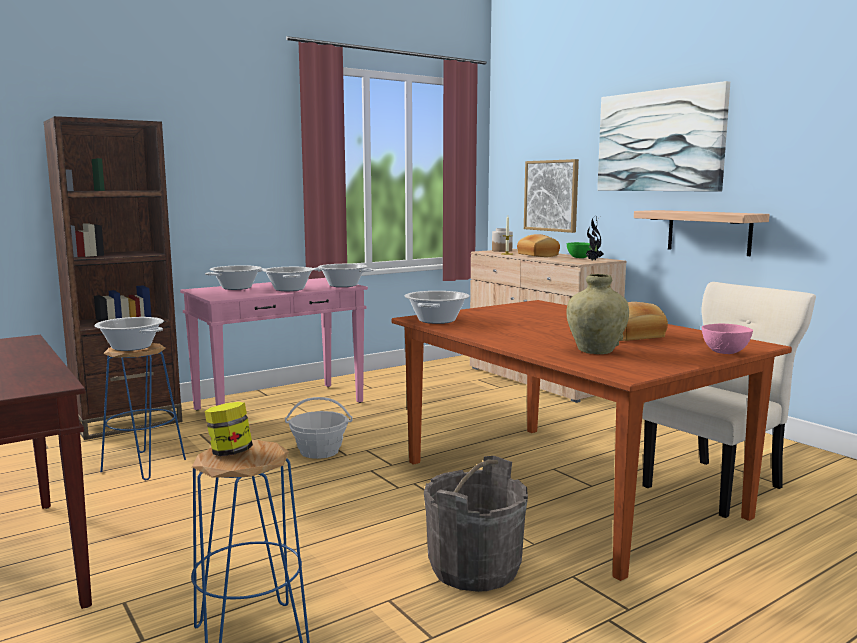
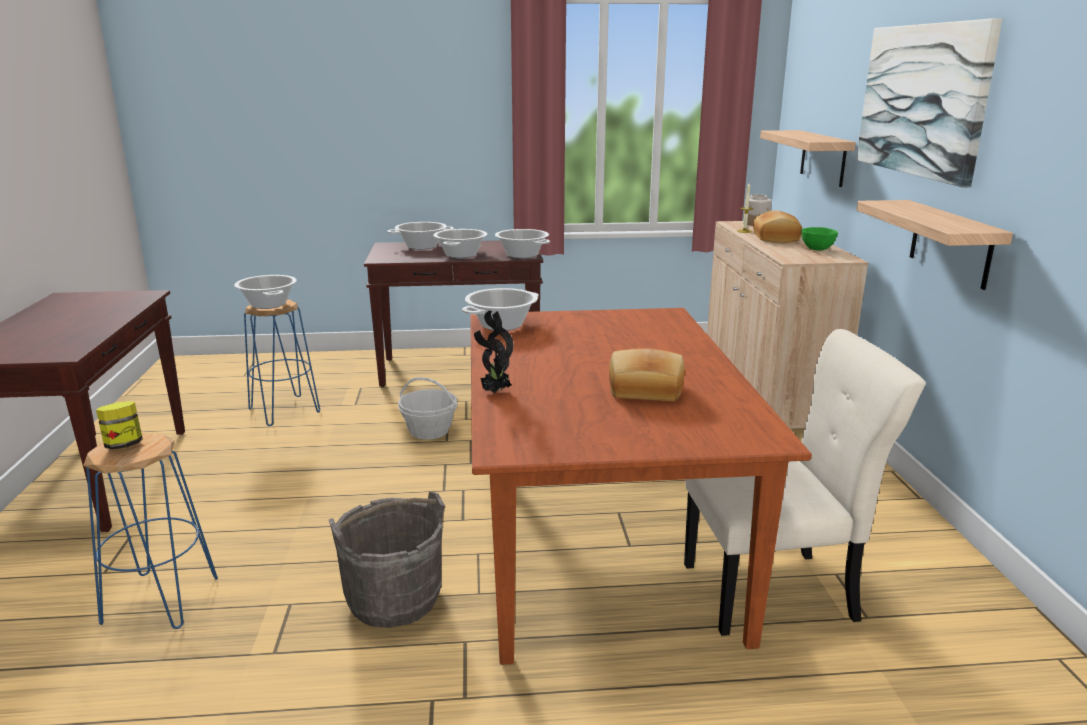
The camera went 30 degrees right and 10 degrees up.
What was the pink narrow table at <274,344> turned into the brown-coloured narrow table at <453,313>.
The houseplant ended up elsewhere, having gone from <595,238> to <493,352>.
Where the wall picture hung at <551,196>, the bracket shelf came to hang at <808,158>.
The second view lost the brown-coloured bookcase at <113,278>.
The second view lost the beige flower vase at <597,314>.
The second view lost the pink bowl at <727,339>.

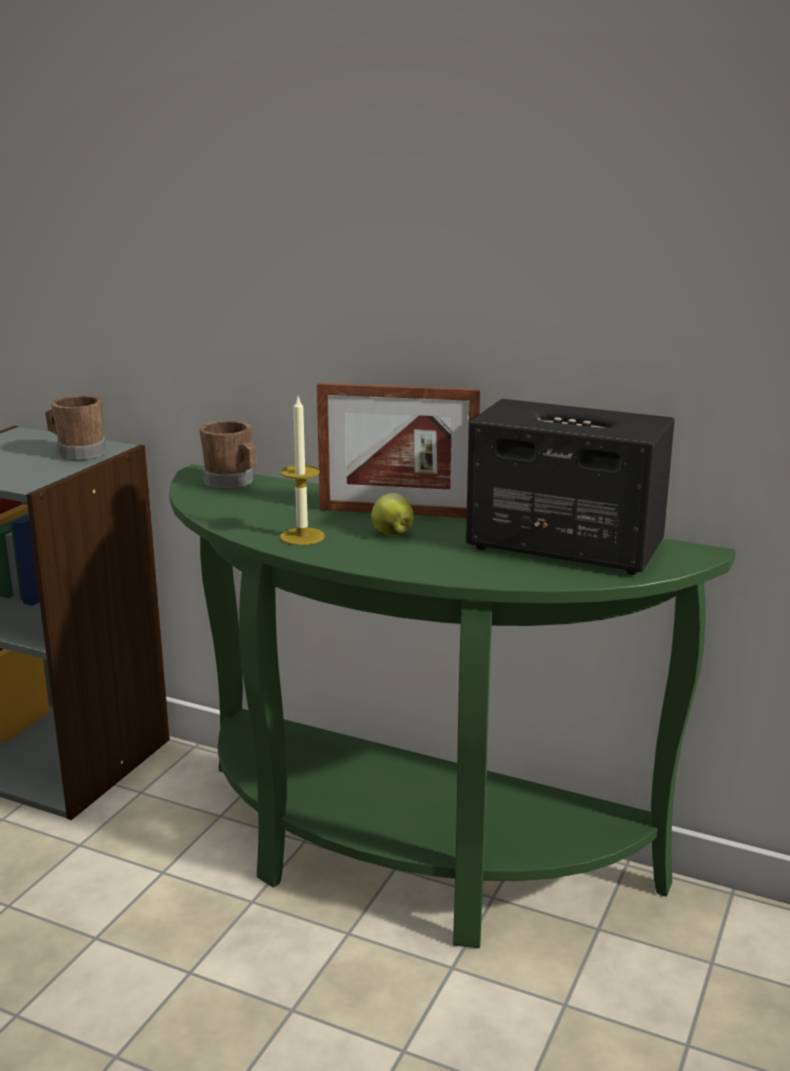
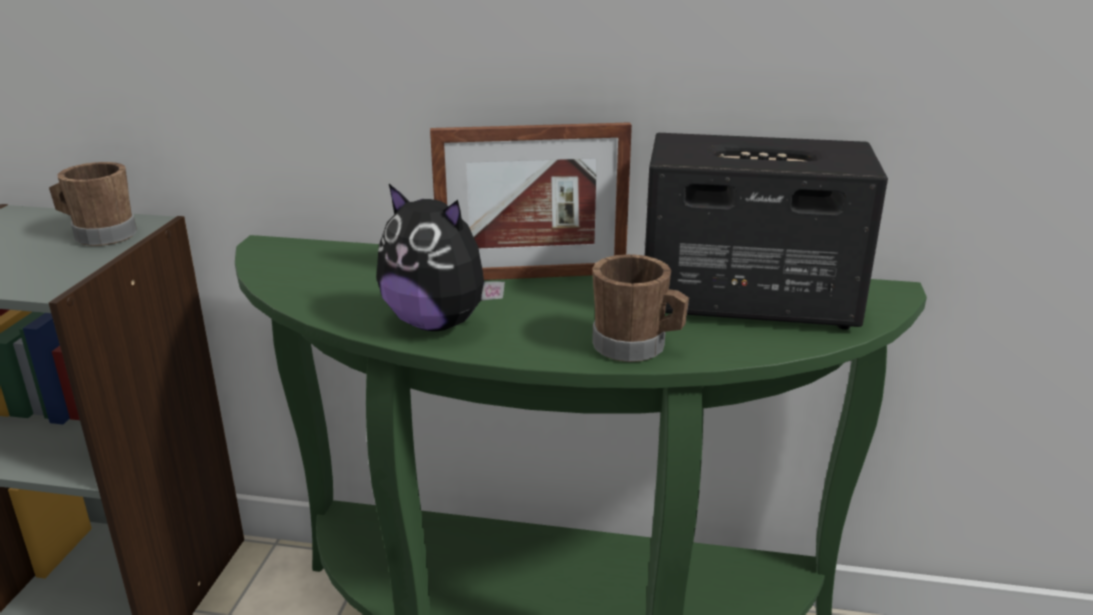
The camera went 15 degrees left and 5 degrees up.
Where the wax candle stood at <302,471>, the plush toy came to stand at <441,257>.
The brown-coloured coffee mug ended up elsewhere, having gone from <228,455> to <640,308>.
The second view lost the apple fruit at <392,514>.

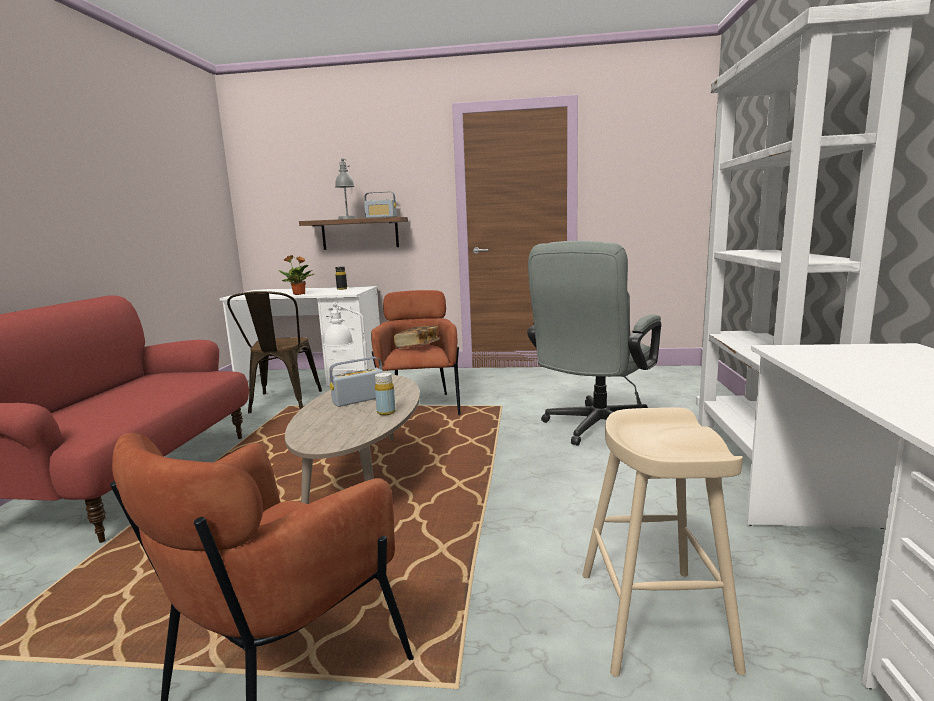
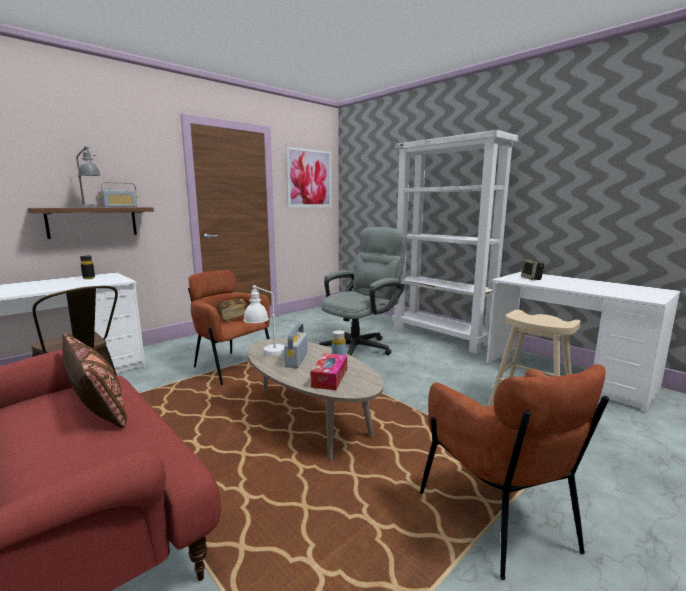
The camera went 50 degrees left and 0 degrees up.
The second view gained the brown-coloured cushion at <94,380>.
The second view gained the wall picture at <309,177>.
The second view gained the box of tissues at <328,371>.
The gray office chair at <594,343> ended up facing another way, 120 degrees counterclockwise from before.
The second view gained the speaker at <532,269>.
The second view lost the houseplant at <296,275>.

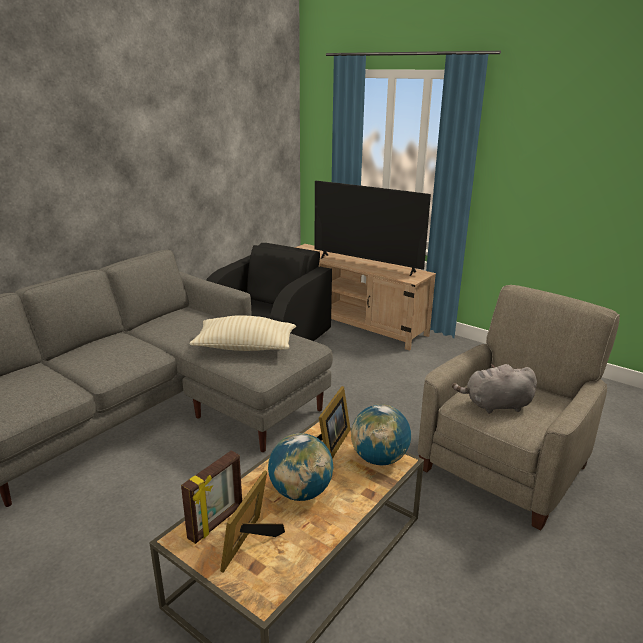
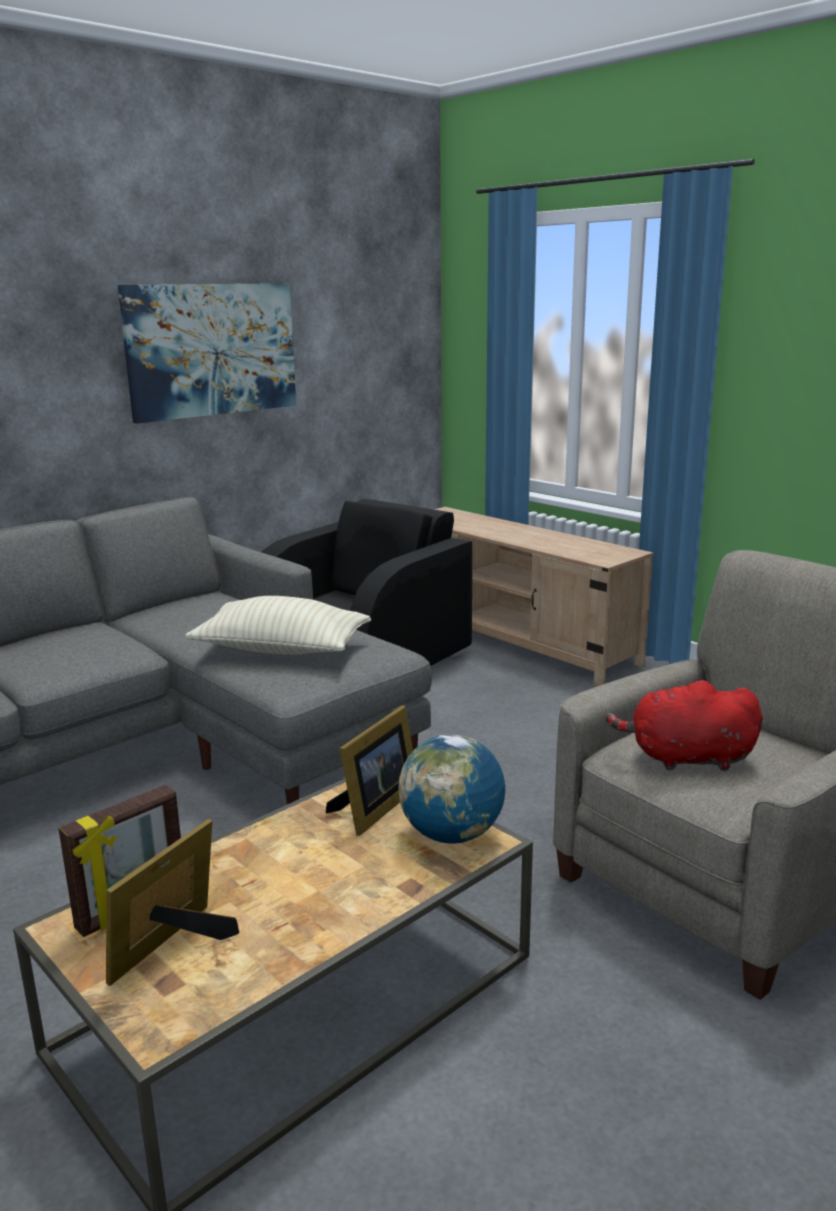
The camera went 10 degrees right and 5 degrees down.
The second view gained the wall picture at <207,353>.
What was the gray plush toy at <494,389> turned into the reddish plush toy at <684,725>.
The second view lost the globe at <300,467>.
The second view lost the TV set at <372,228>.

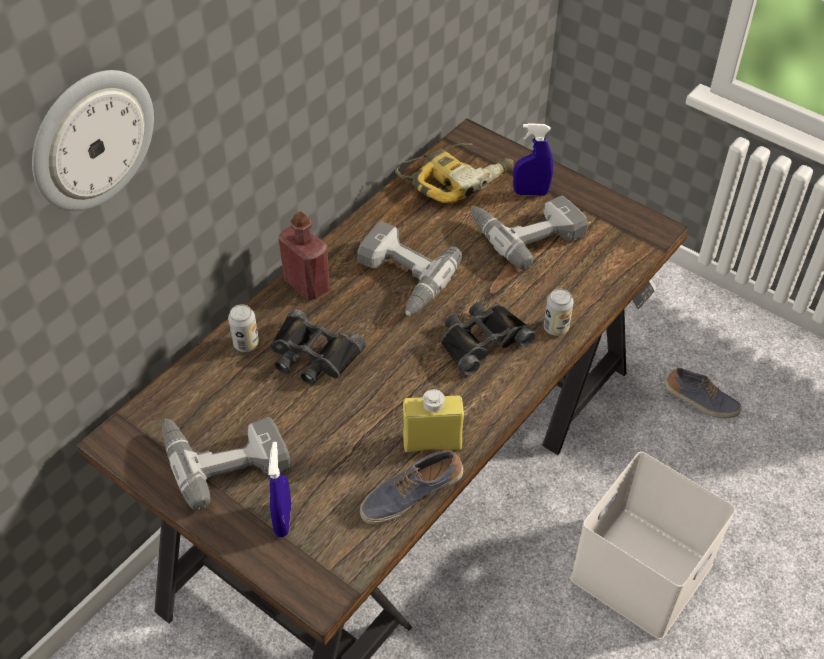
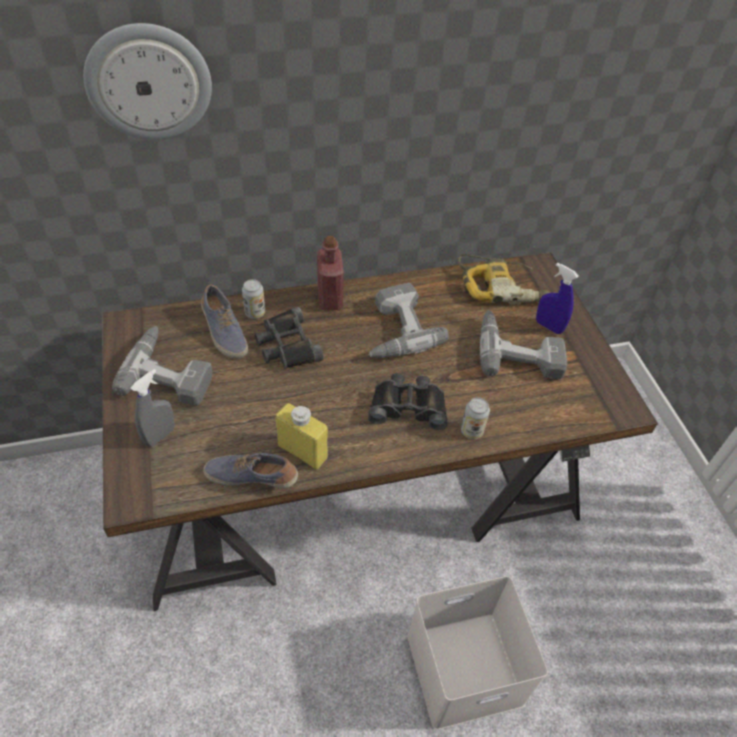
The camera went 35 degrees right and 0 degrees up.
What was the blue-coloured hand sprayer at <279,489> turned into the gray hand sprayer at <152,408>.
The low shoe ended up elsewhere, having gone from <703,393> to <224,321>.

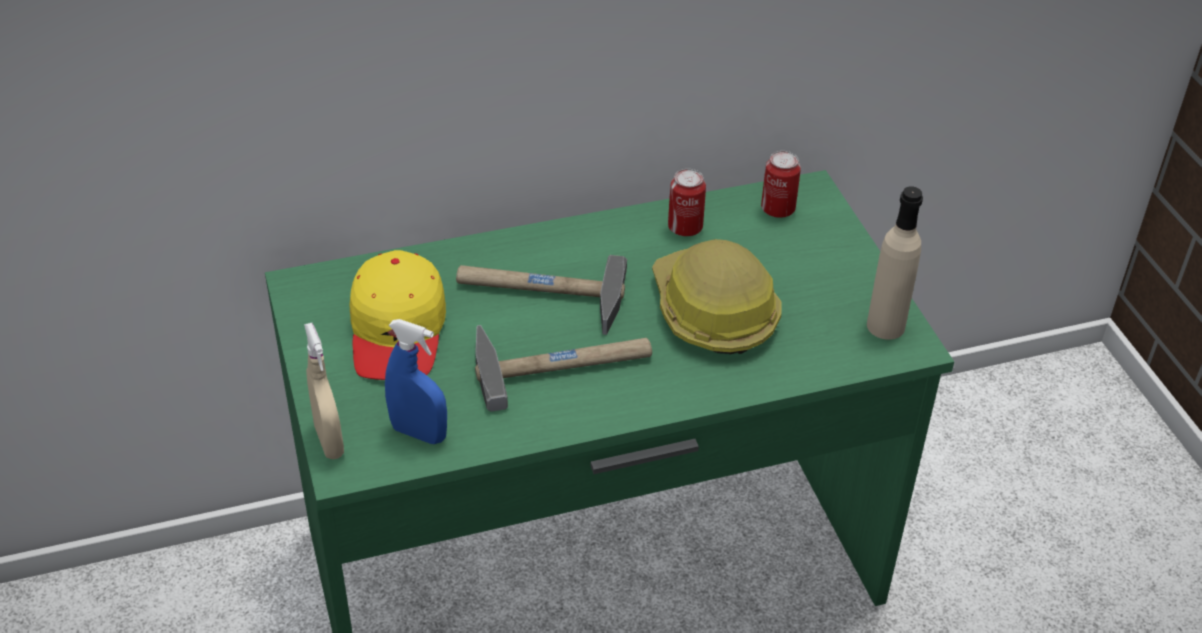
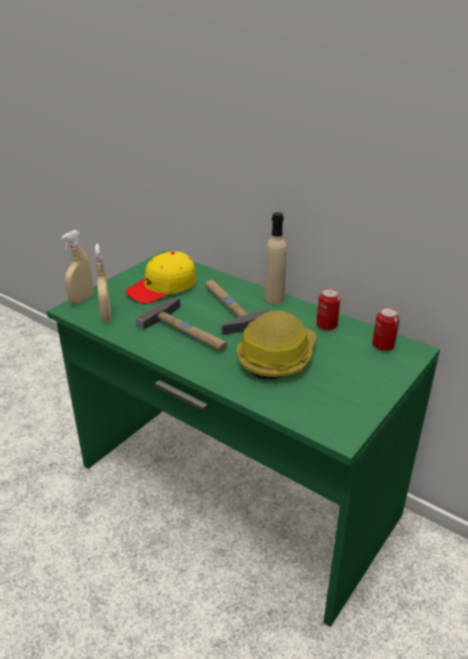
The camera went 55 degrees right and 10 degrees down.
What was the blue-coloured hand sprayer at <416,381> turned into the beige hand sprayer at <103,283>.
The beige beverage bottle ended up elsewhere, having gone from <895,263> to <275,258>.

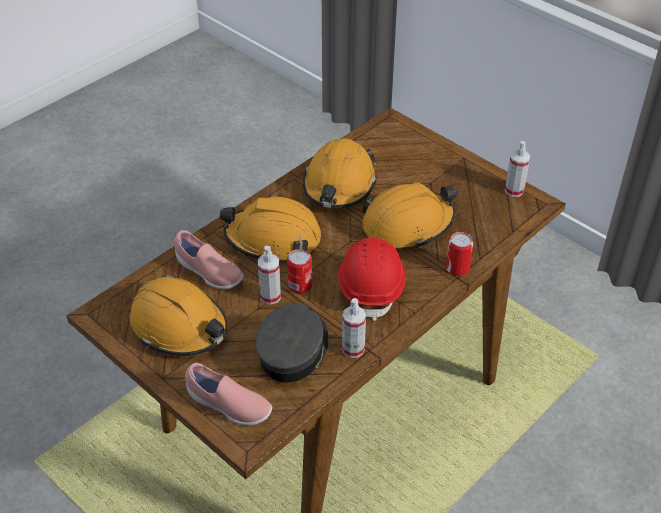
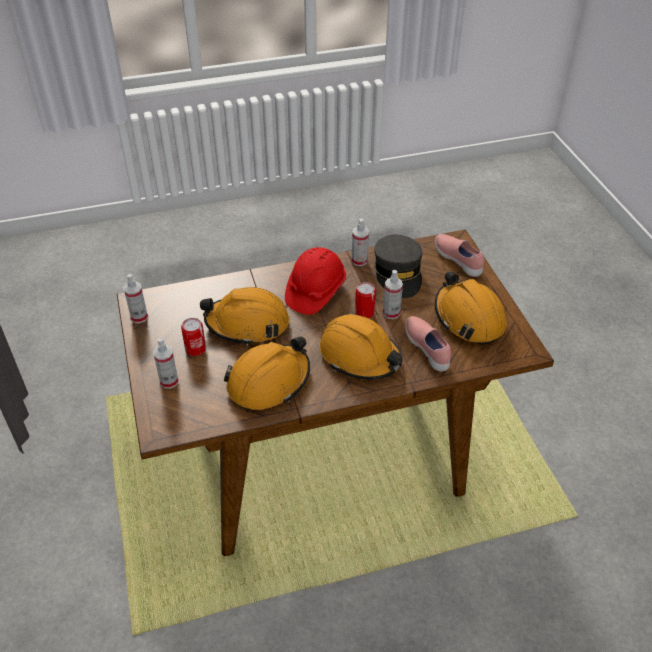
The camera went 150 degrees left and 0 degrees up.
The second view gained the hand sprayer at <166,363>.
The sealed can ended up elsewhere, having gone from <460,254> to <193,337>.
The gray peaked cap at <291,343> ended up facing another way, 60 degrees counterclockwise from before.

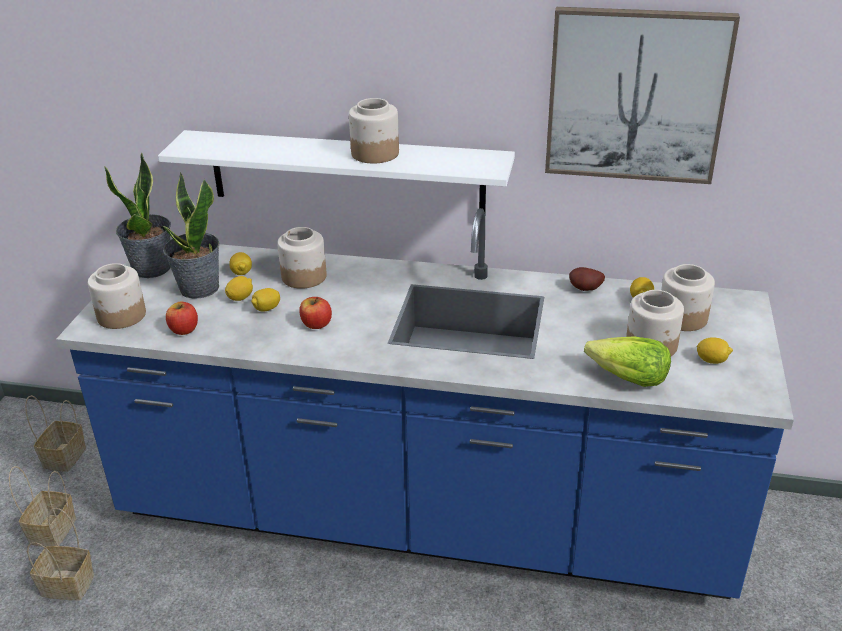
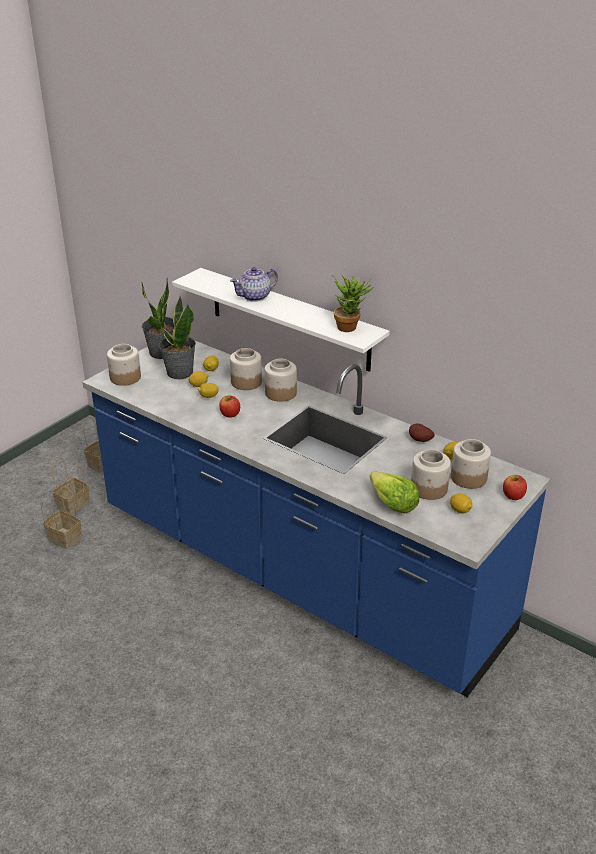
The camera went 25 degrees right and 0 degrees up.
The second view gained the tea pot at <254,284>.
The jar ended up elsewhere, having gone from <374,130> to <281,380>.
The second view gained the houseplant at <352,303>.
The apple fruit ended up elsewhere, having gone from <182,318> to <515,487>.
The second view lost the wall picture at <642,95>.

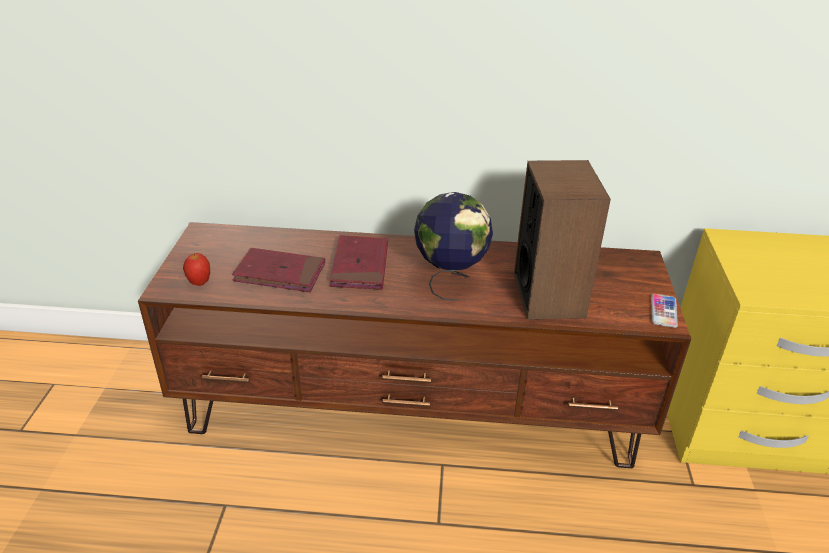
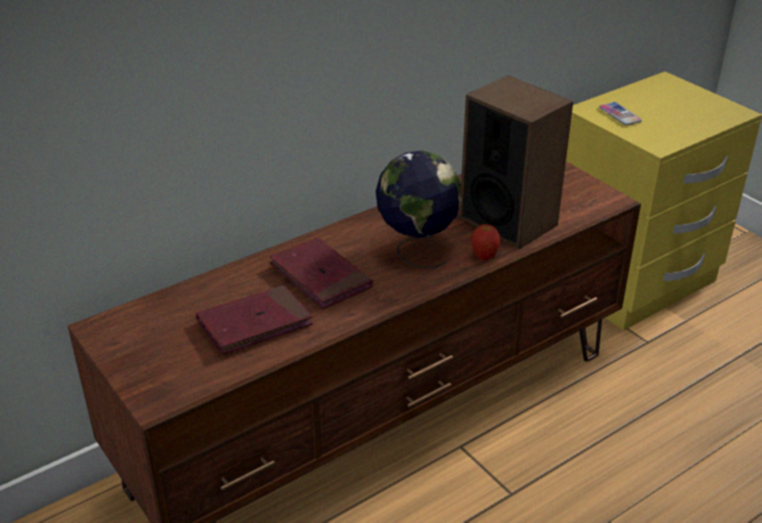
The camera went 40 degrees left and 0 degrees up.
The apple fruit ended up elsewhere, having gone from <196,269> to <486,242>.
The phone ended up elsewhere, having gone from <664,311> to <620,114>.

